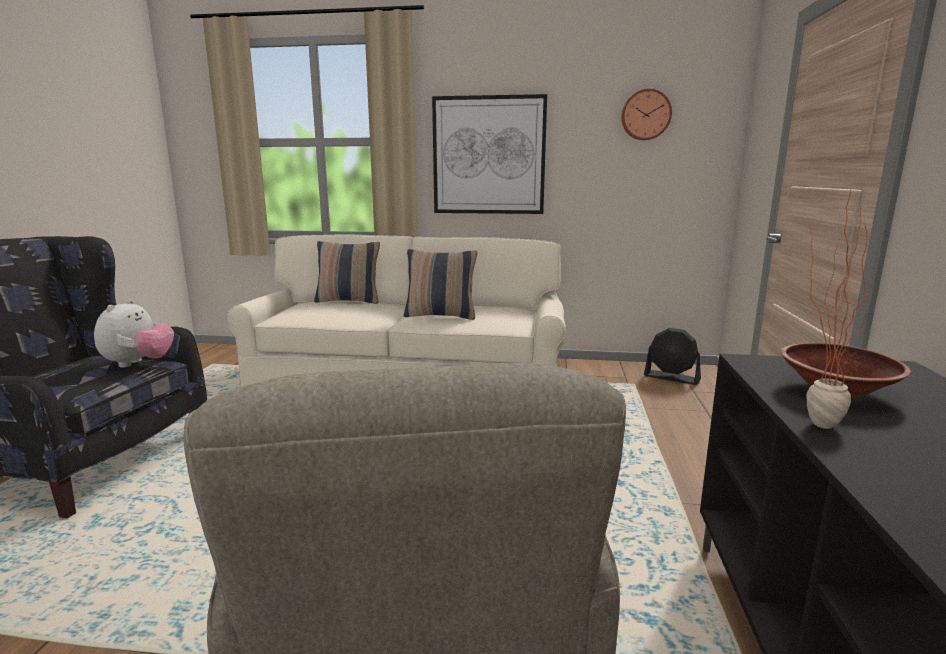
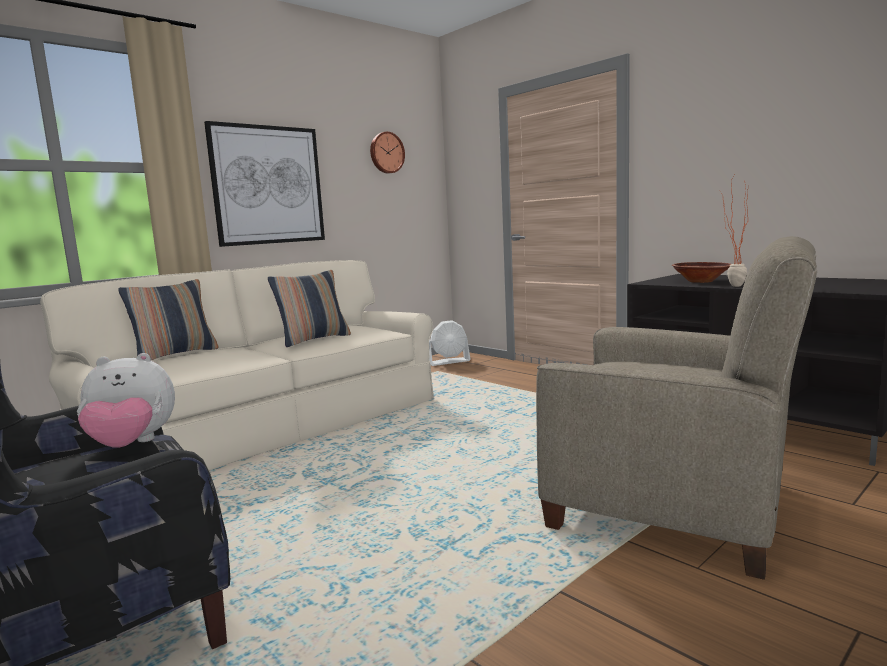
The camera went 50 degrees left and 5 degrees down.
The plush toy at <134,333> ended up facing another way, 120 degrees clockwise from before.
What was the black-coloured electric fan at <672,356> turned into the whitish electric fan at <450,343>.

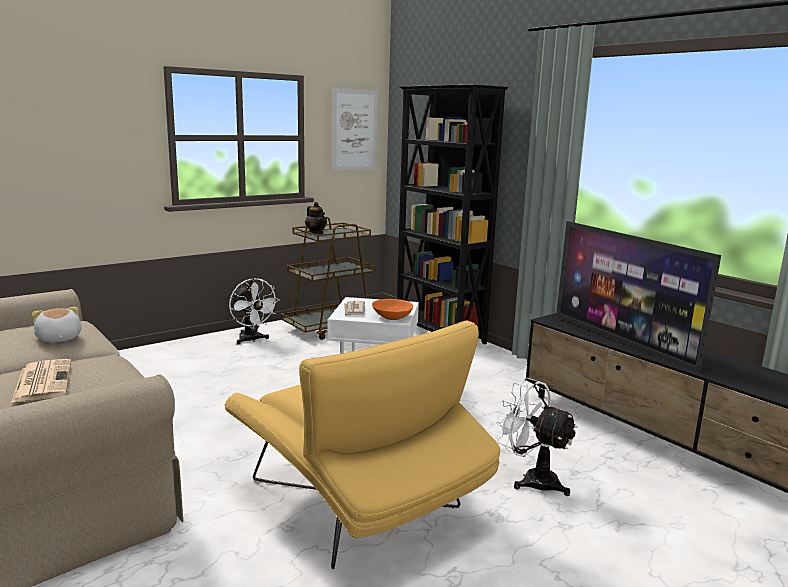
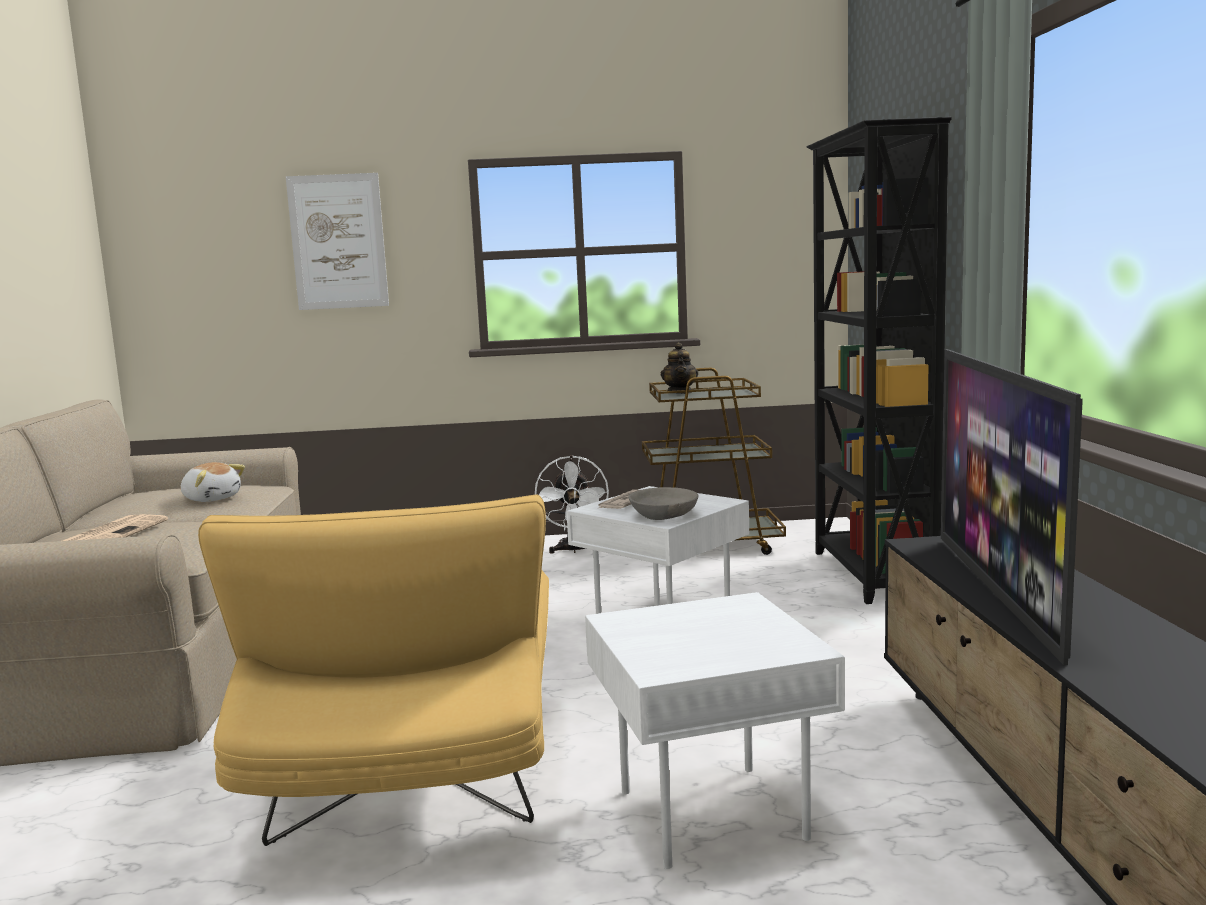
The camera went 35 degrees right and 5 degrees down.
The plush toy at <57,325> ended up facing another way, 120 degrees clockwise from before.
The wall picture ended up elsewhere, having gone from <355,129> to <337,241>.
Where the whitish electric fan stood at <537,437>, the whitish accent table came to stand at <715,730>.
What was the orange bowl at <392,309> turned into the gray bowl at <663,503>.

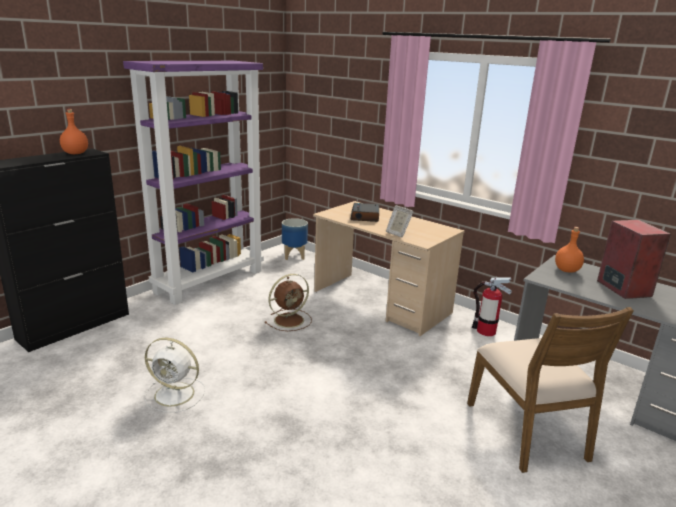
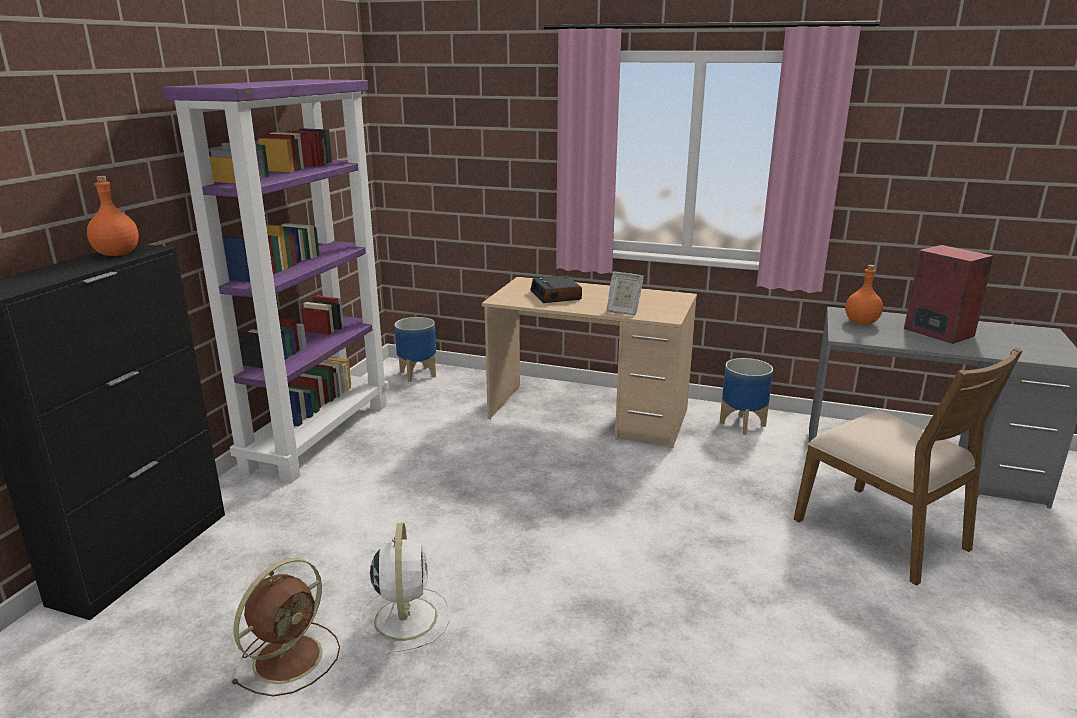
The camera went 20 degrees left and 0 degrees up.
The brown-coloured electric fan ended up elsewhere, having gone from <288,302> to <286,627>.
The whitish electric fan at <174,375> ended up facing another way, 90 degrees counterclockwise from before.
Where the fire-fighting cylinder stood at <492,306>, the flower pot came to stand at <746,396>.

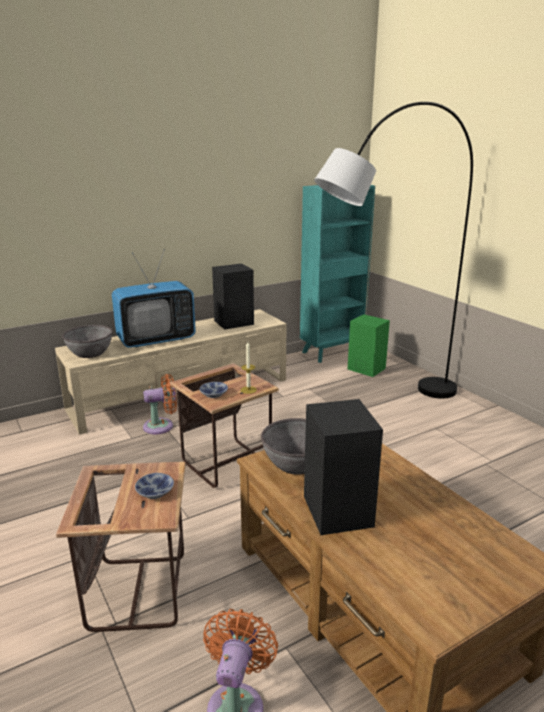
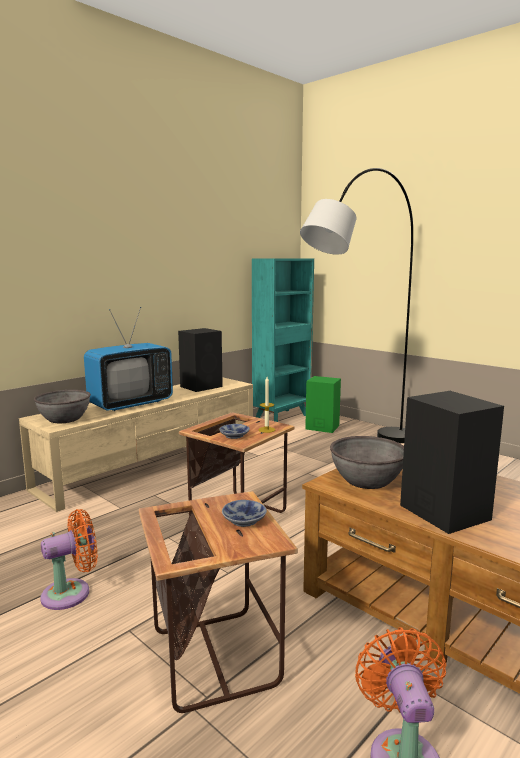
The camera went 15 degrees left and 10 degrees down.
The orange electric fan ended up elsewhere, having gone from <160,404> to <69,559>.

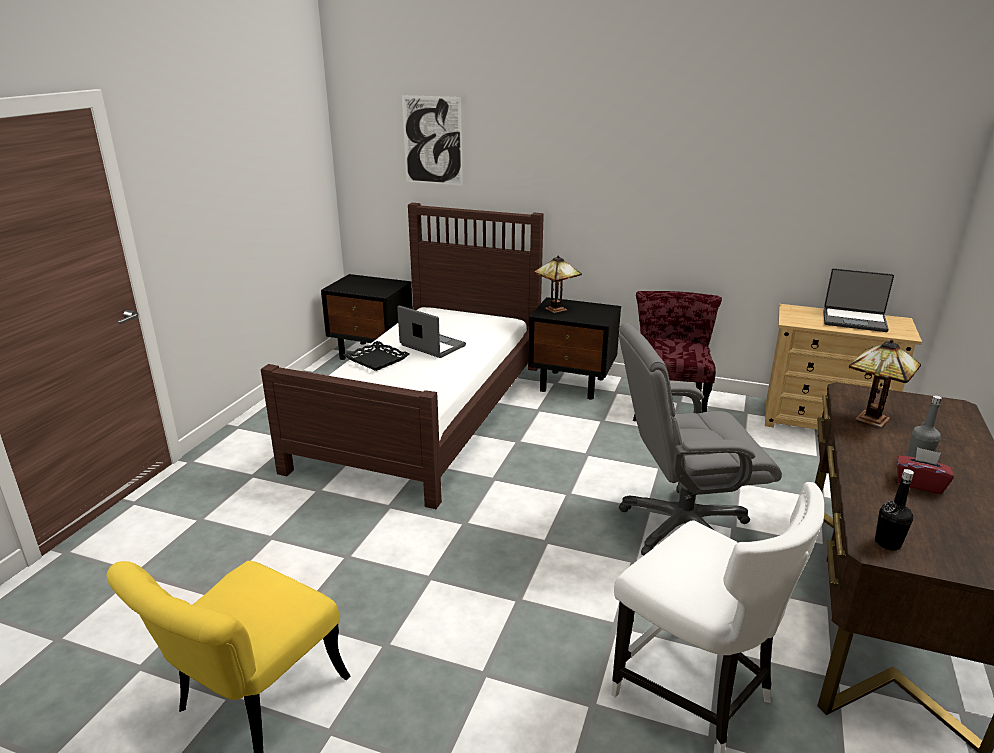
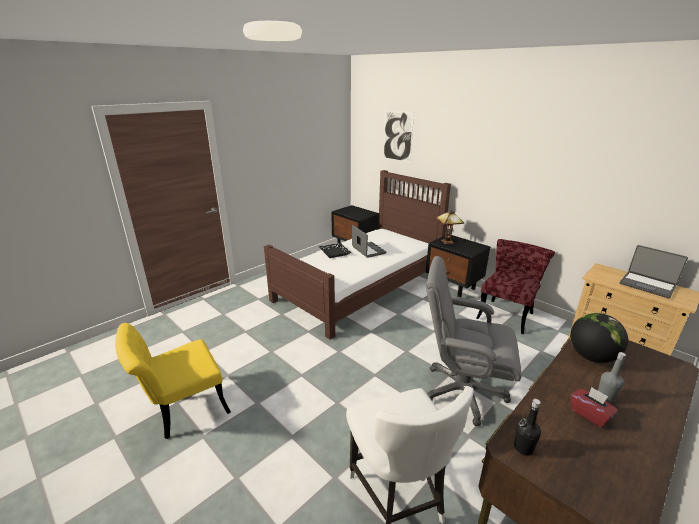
The camera went 25 degrees right and 0 degrees up.
Where the tabletop lamp stood at <885,384>, the globe came to stand at <599,338>.

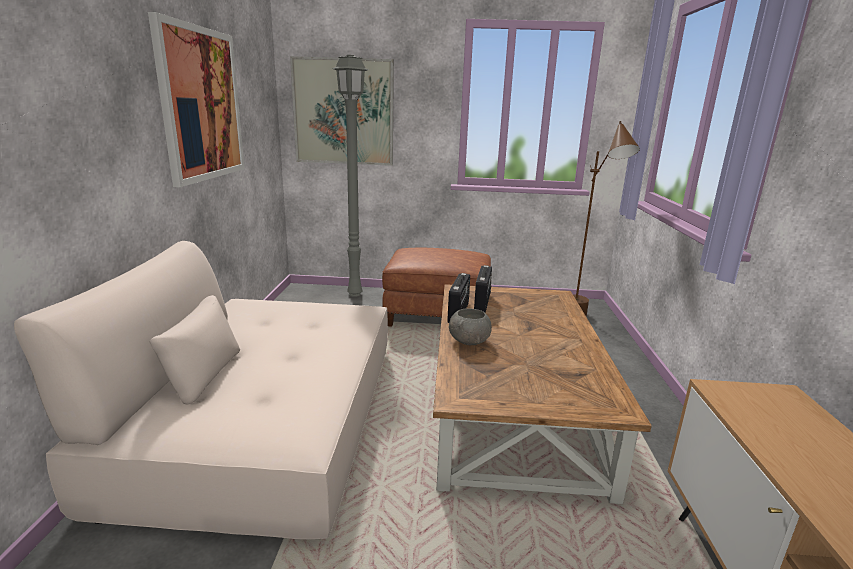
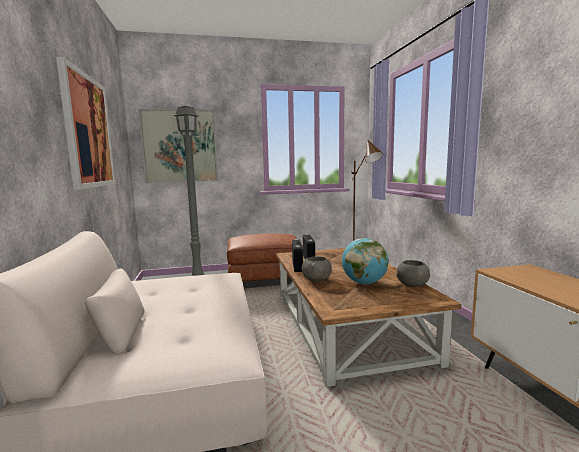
The camera went 15 degrees left and 10 degrees down.
The second view gained the globe at <365,261>.
The second view gained the gray bowl at <413,273>.

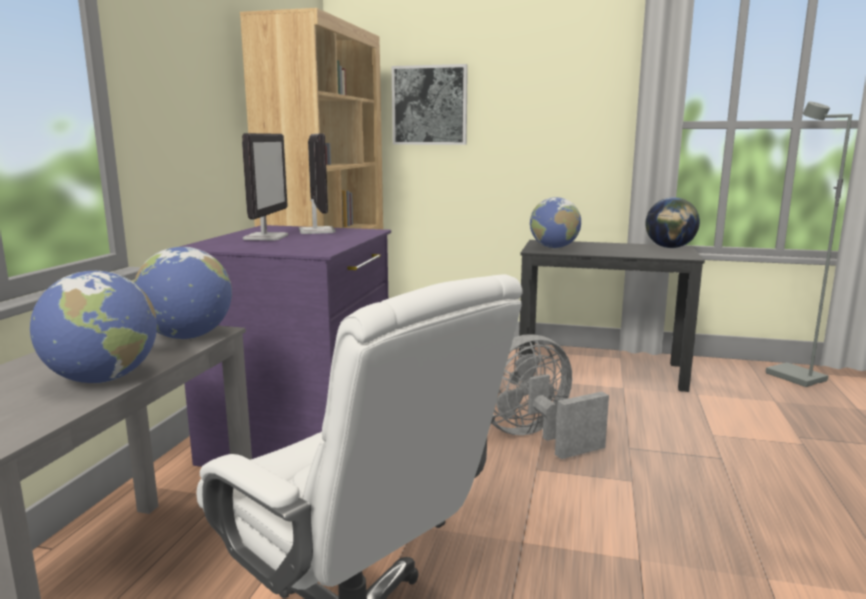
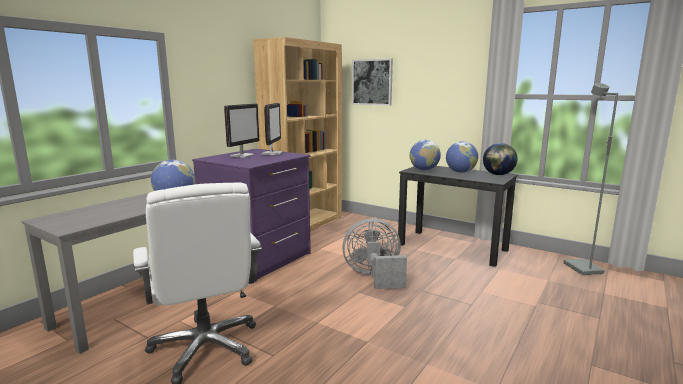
The camera went 20 degrees right and 0 degrees up.
The globe ended up elsewhere, having gone from <93,327> to <462,157>.

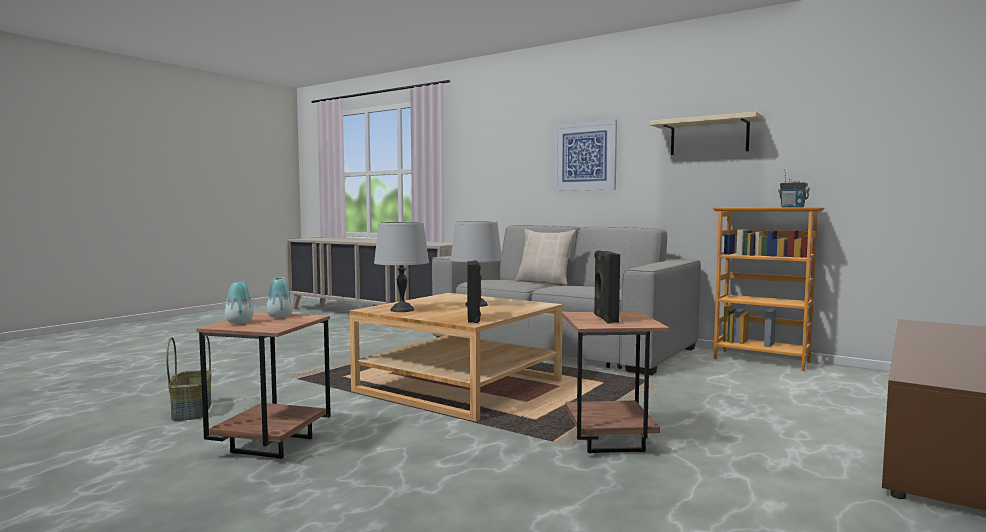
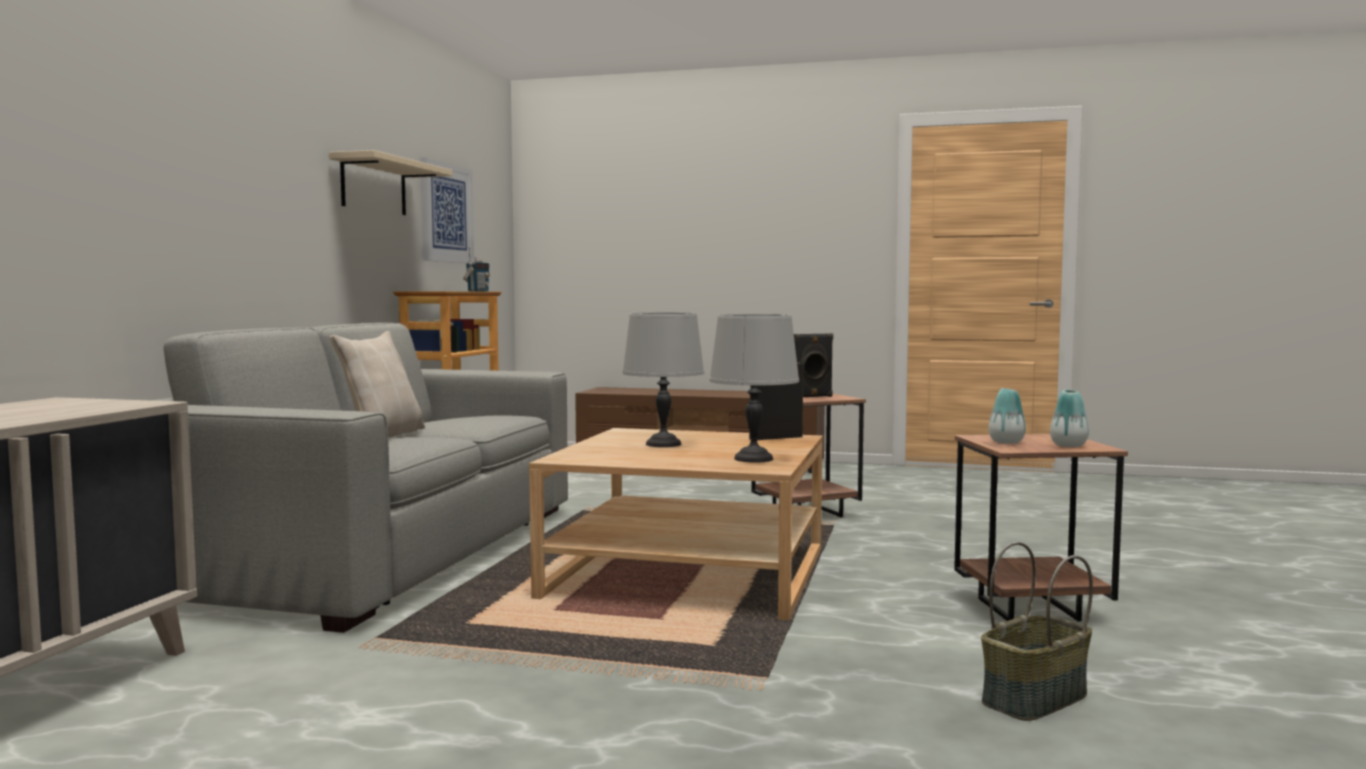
The camera went 110 degrees left and 0 degrees up.
The wall picture ended up elsewhere, having gone from <585,155> to <447,210>.

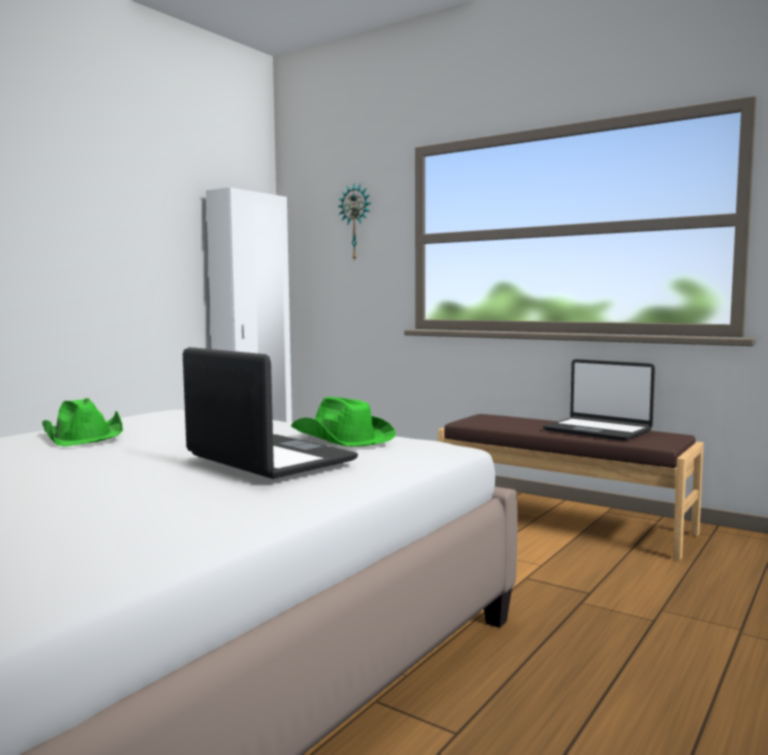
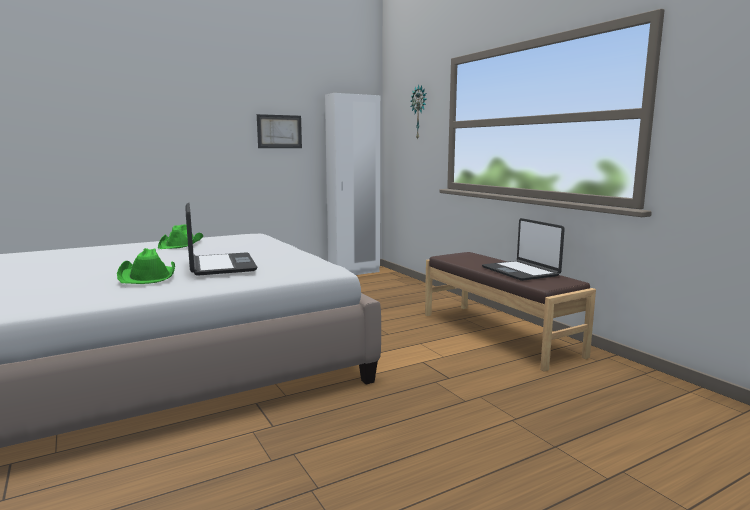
The camera went 25 degrees right and 5 degrees up.
The greenish clothing hat ended up elsewhere, having gone from <343,422> to <146,266>.
The second view gained the wall picture at <279,131>.

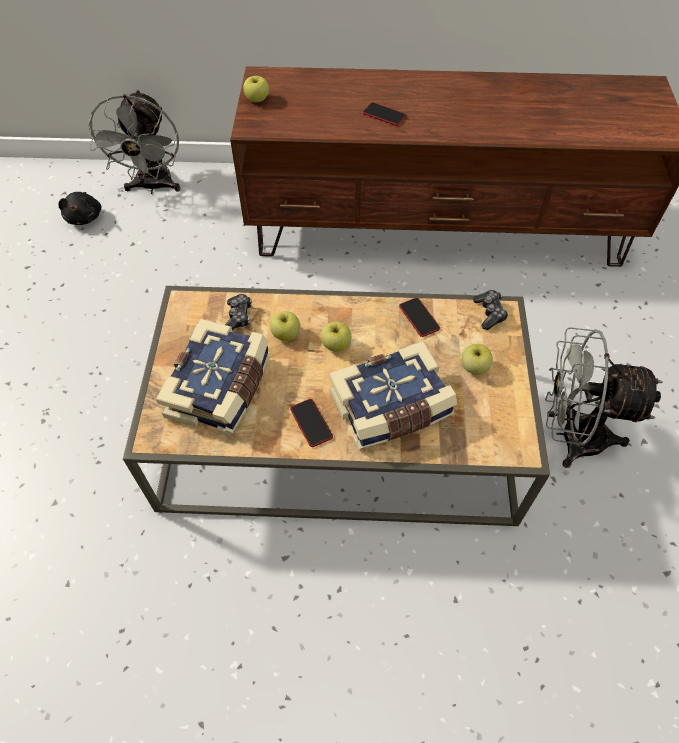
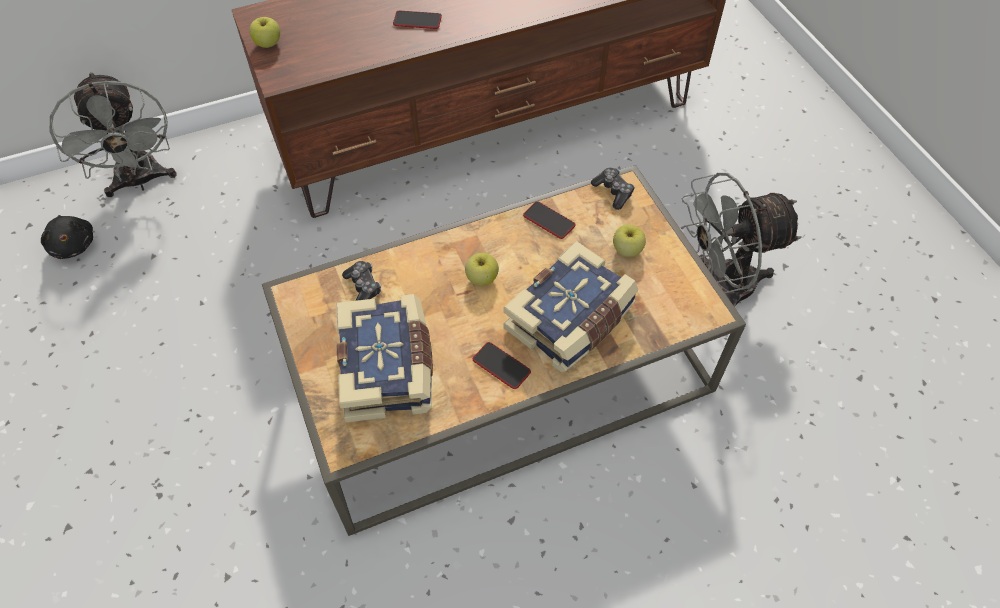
The camera went 25 degrees left and 0 degrees up.
The second view lost the apple fruit at <285,326>.

